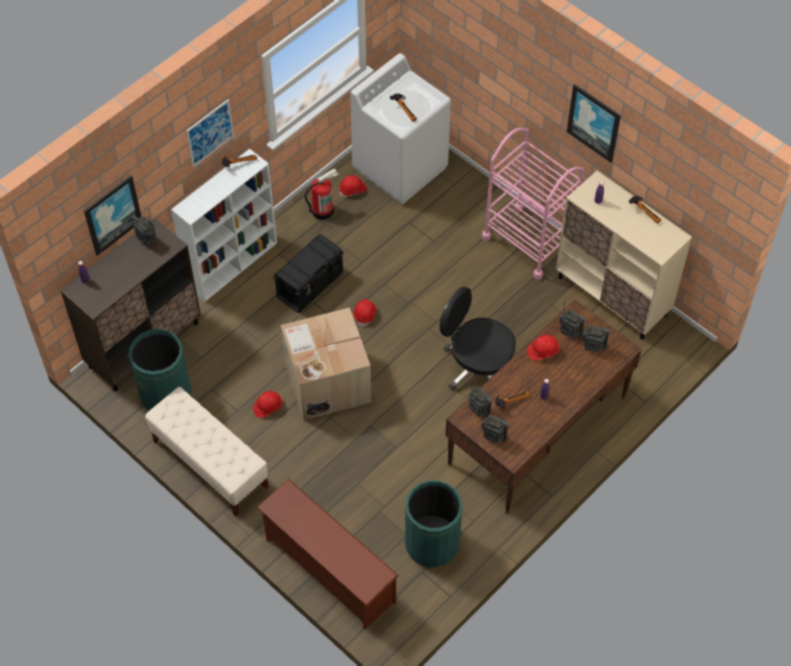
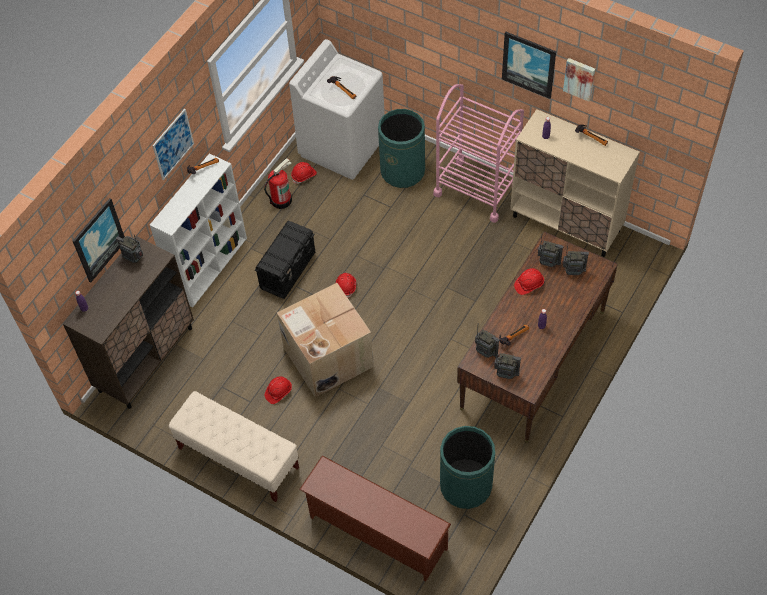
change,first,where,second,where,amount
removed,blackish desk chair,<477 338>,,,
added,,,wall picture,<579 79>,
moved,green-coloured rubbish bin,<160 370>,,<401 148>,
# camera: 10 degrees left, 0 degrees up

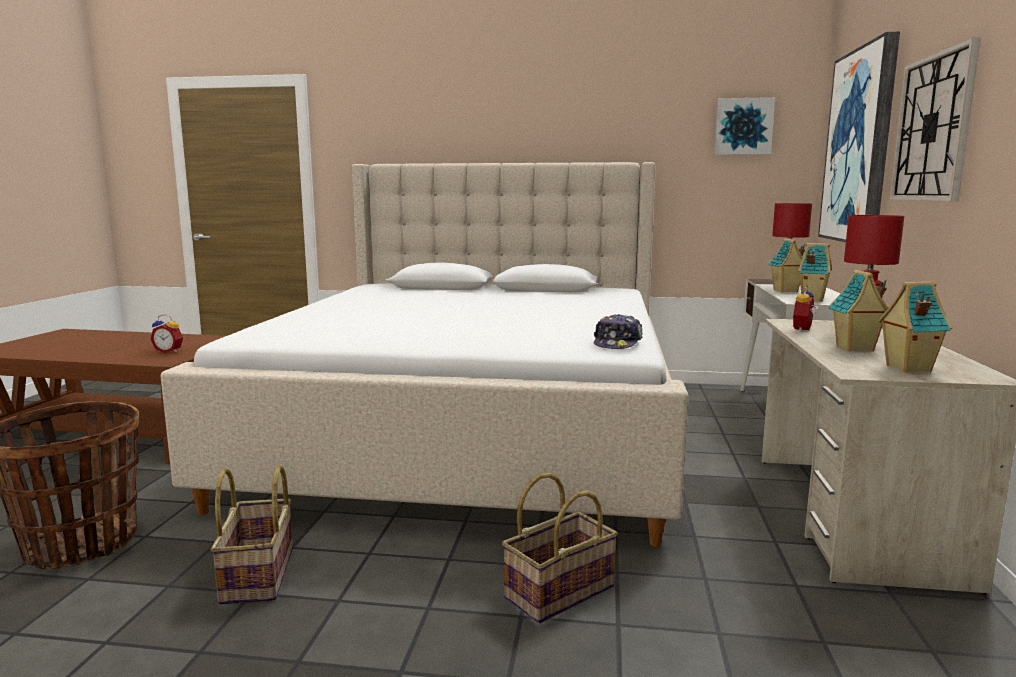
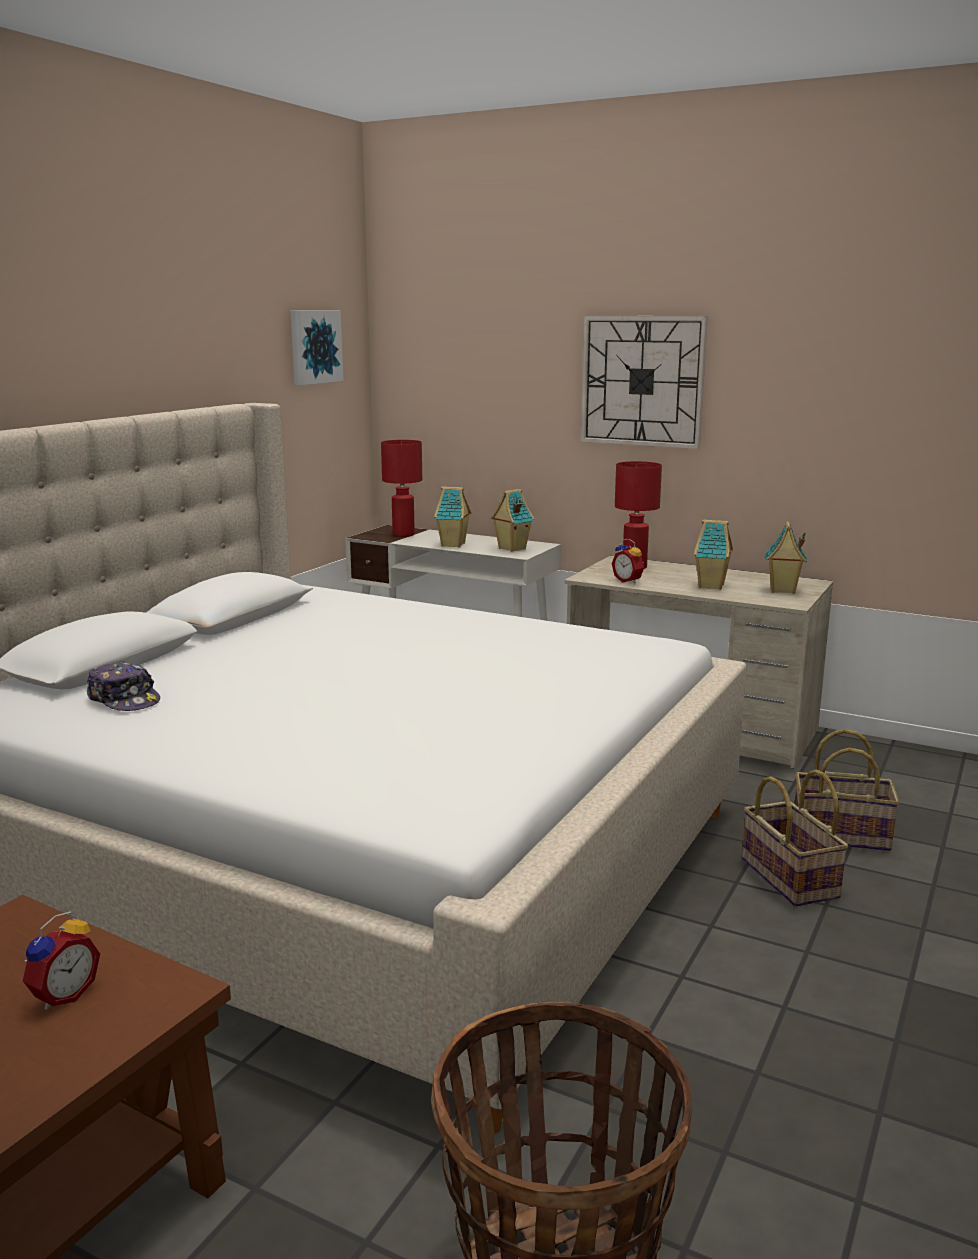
change,first,where,second,where,amount
removed,wall picture,<859 137>,,,
moved,household basket,<252 535>,,<847 790>,
moved,cap,<618 331>,,<123 686>,
# camera: 70 degrees left, 5 degrees up

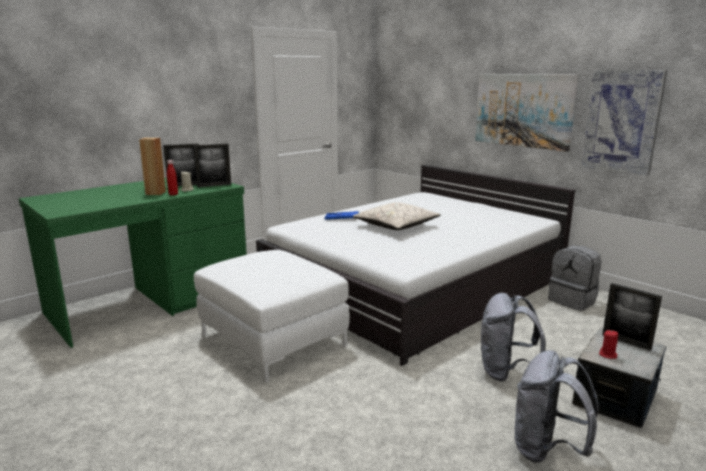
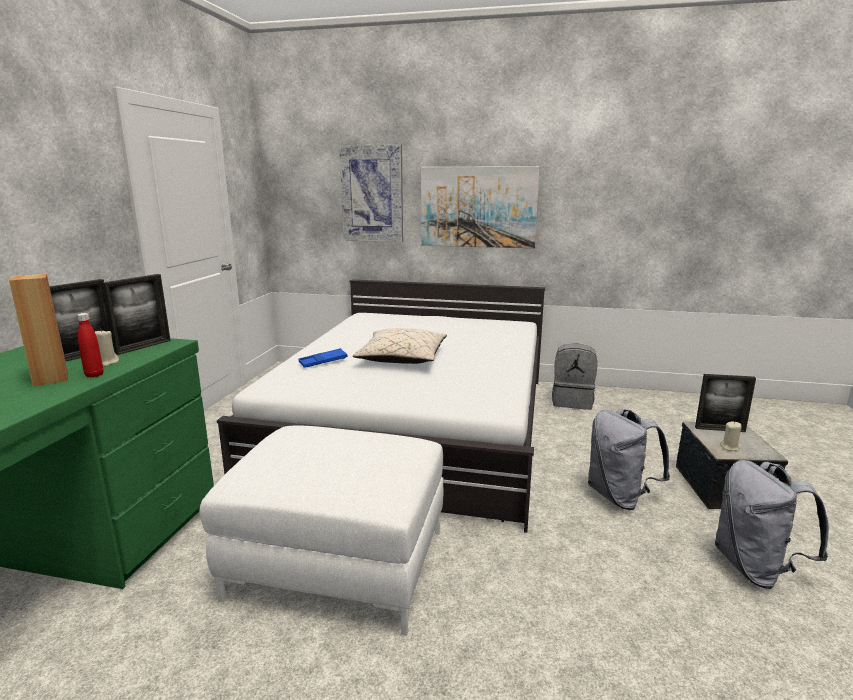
change,first,where,second,where,amount
moved,wall picture,<624 123>,,<371 193>,
recoloured,red-coloured wax light,<608 344>,beige wax light,<731 436>,
# camera: 35 degrees left, 0 degrees up

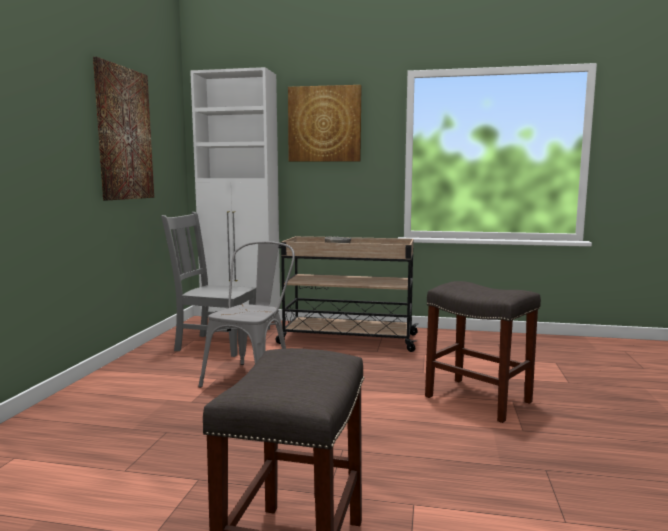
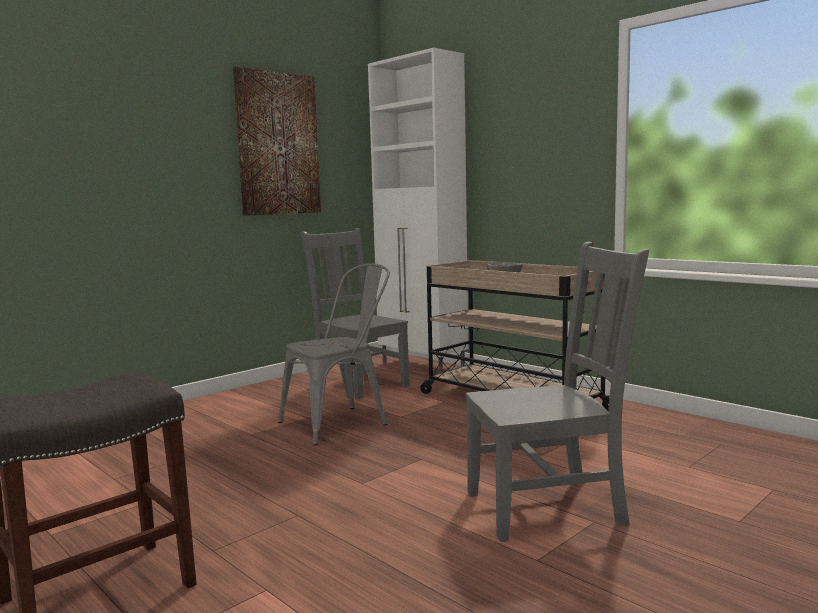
change,first,where,second,where,amount
removed,wall picture,<325 123>,,,
replaced,grey stool,<483 352>,grey chair,<557 392>,
# camera: 35 degrees right, 0 degrees up

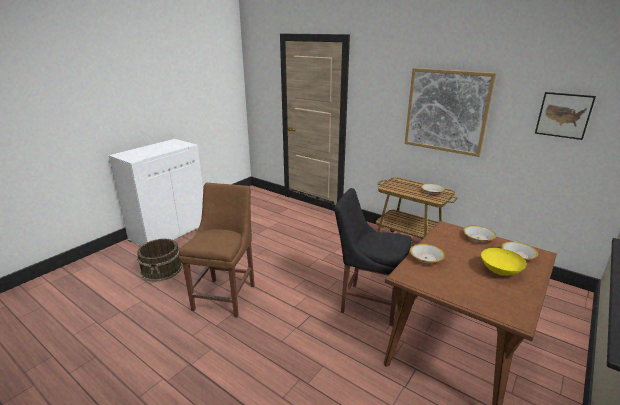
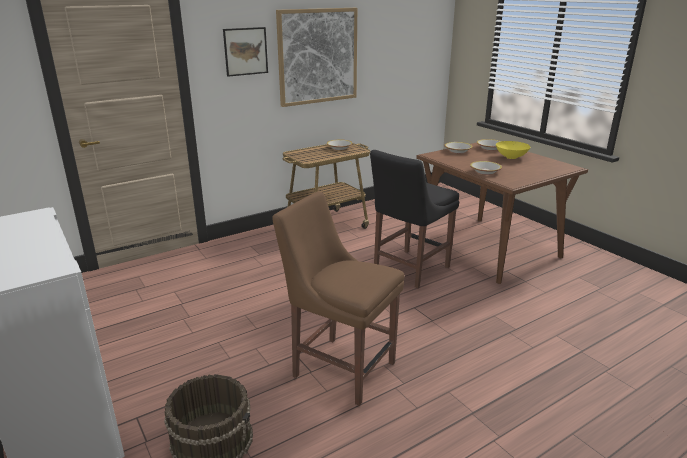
change,first,where,second,where,amount
moved,wall picture,<565 116>,,<245 52>,
# camera: 70 degrees left, 0 degrees up

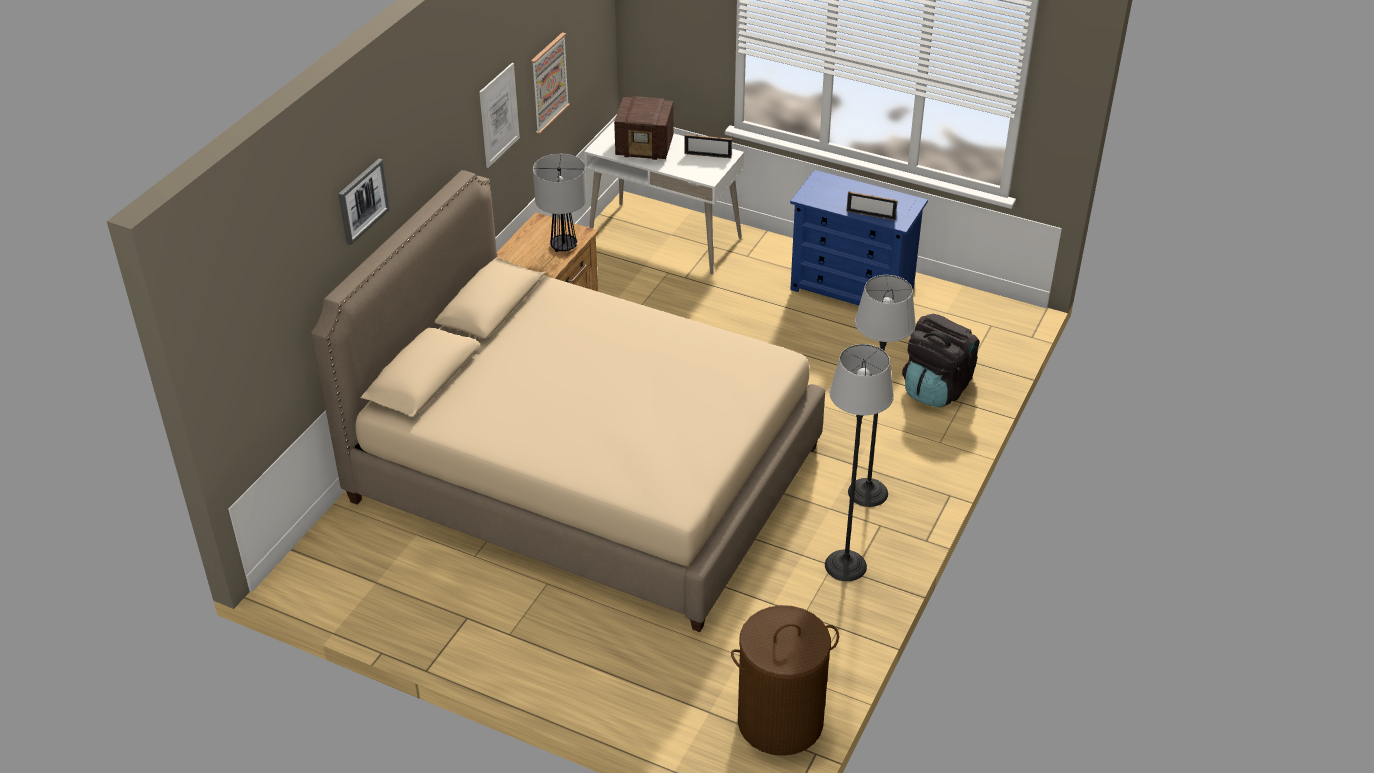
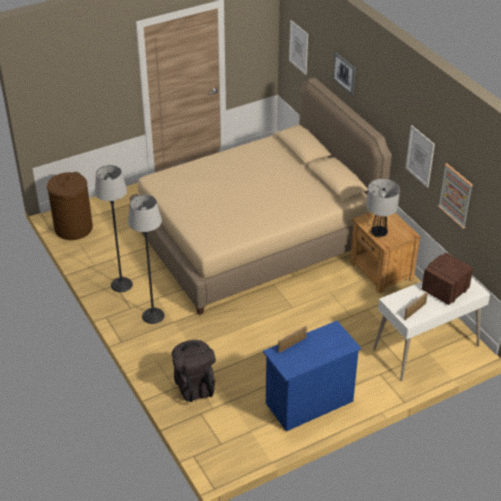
change,first,where,second,where,amount
added,,,wall picture,<298 47>,
# camera: 125 degrees right, 0 degrees up

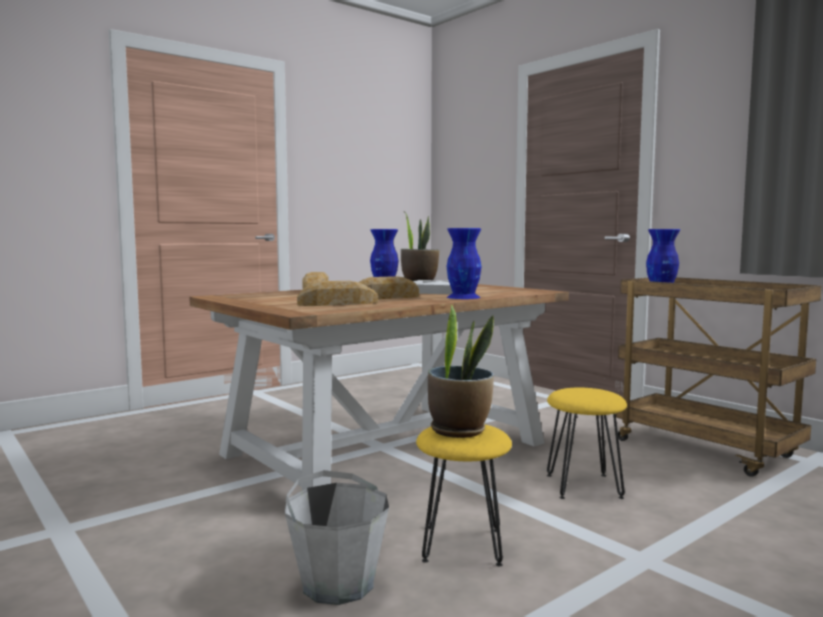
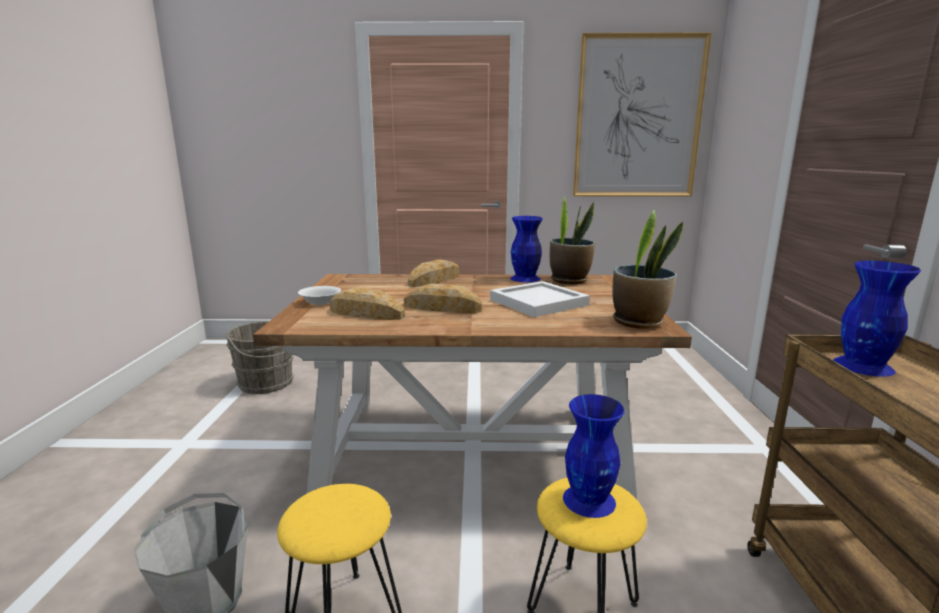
change,first,where,second,where,amount
added,,,grey pail,<260 357>,
added,,,white serving bowl,<319 295>,
added,,,wall picture,<642 114>,
moved,houseplant,<461 371>,,<648 269>,
moved,bluish decorative vase,<463 263>,,<594 456>,
# camera: 40 degrees right, 10 degrees up

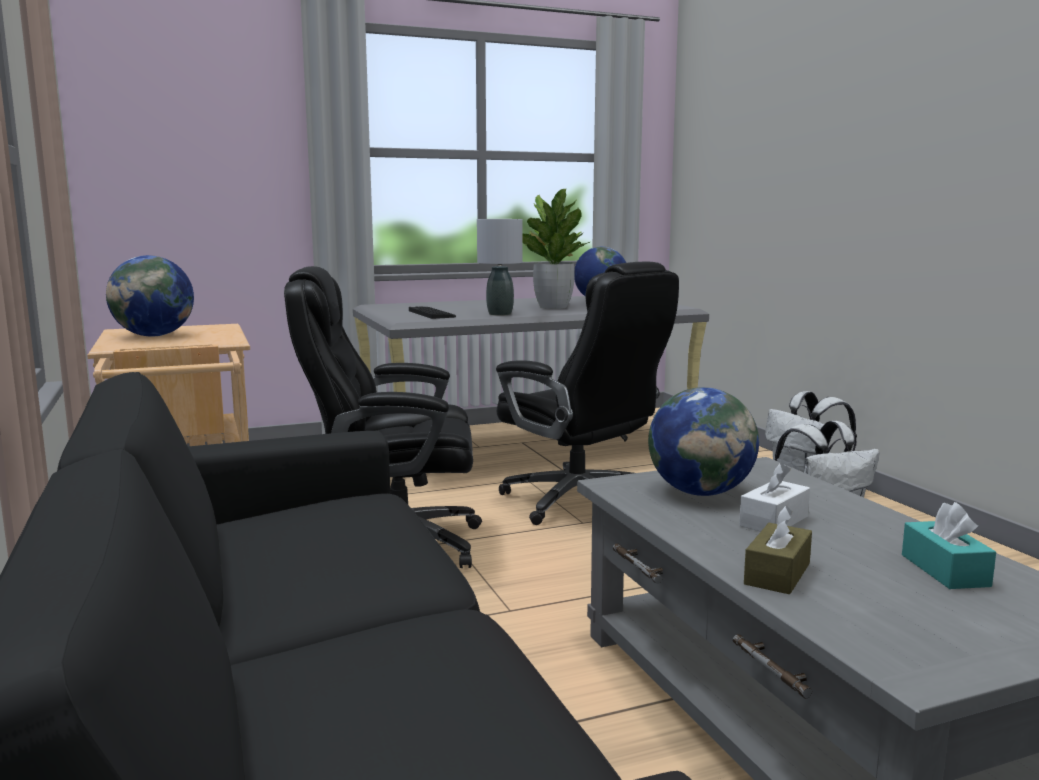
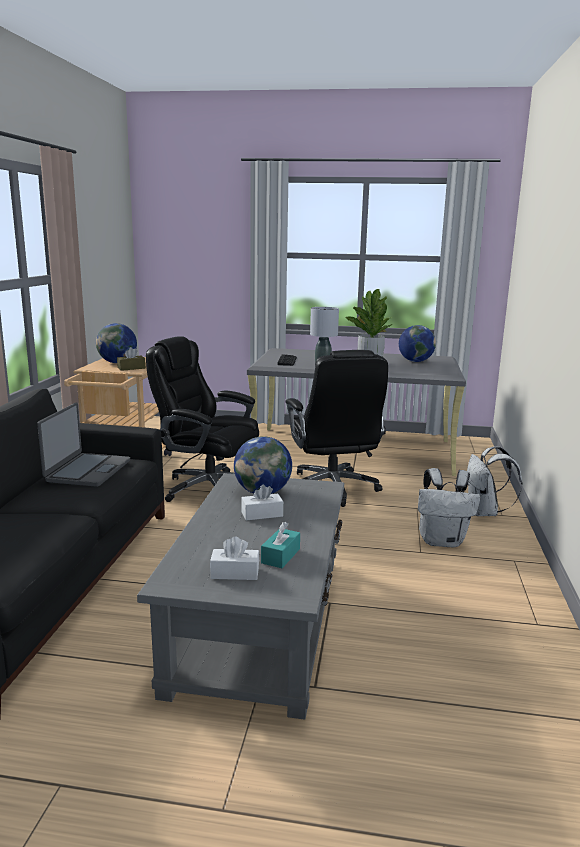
change,first,where,second,where,amount
added,,,notebook computer,<83 444>,
added,,,white tissue holder,<234 558>,
moved,brown tissue holder,<778 550>,,<131 359>,
# camera: 30 degrees right, 5 degrees up

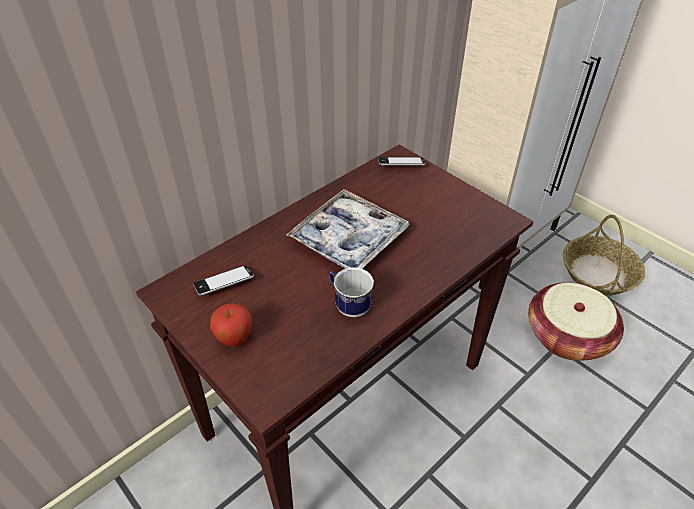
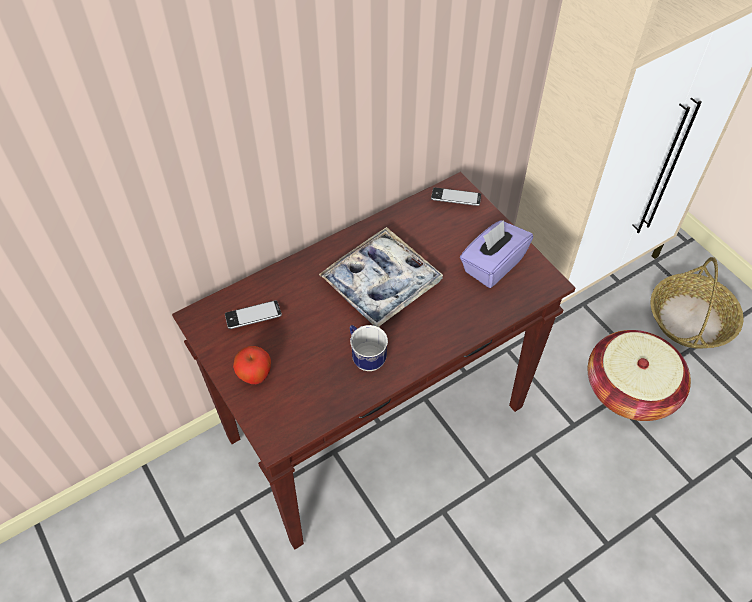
change,first,where,second,where,amount
added,,,purplish tissue holder,<496 254>,
# camera: 10 degrees right, 10 degrees up

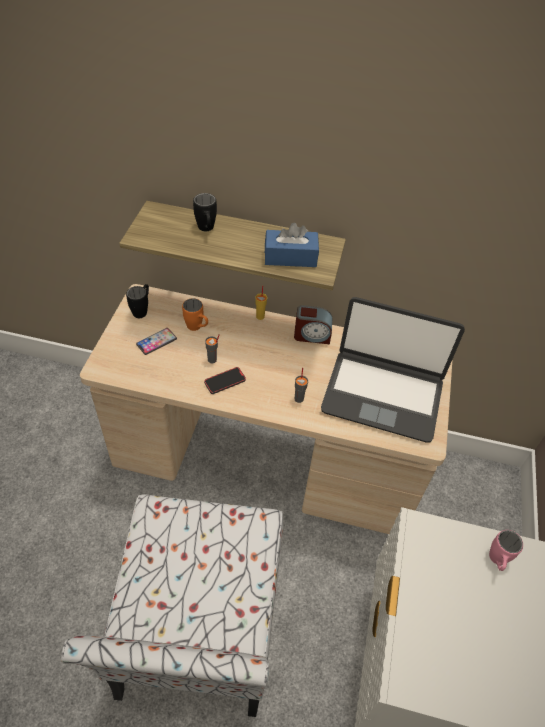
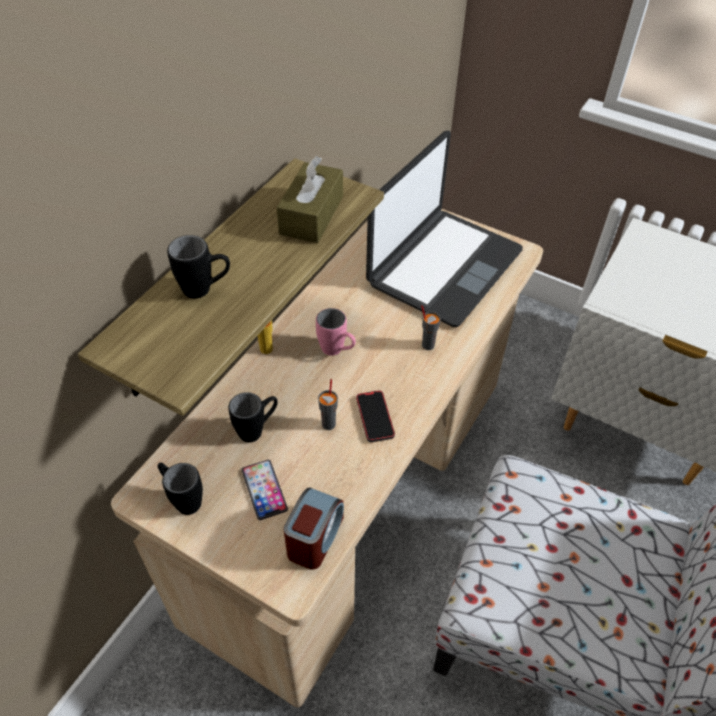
change,first,where,second,where,amount
moved,bedside clock,<313 324>,,<314 529>,
moved,pink-coloured coffee mug,<506 550>,,<336 332>,
recoloured,orange-coloured coffee mug,<195 314>,blackish coffee mug,<253 417>,
recoloured,bluish tissue holder,<292 245>,brown tissue holder,<310 199>,
# camera: 70 degrees left, 0 degrees up

